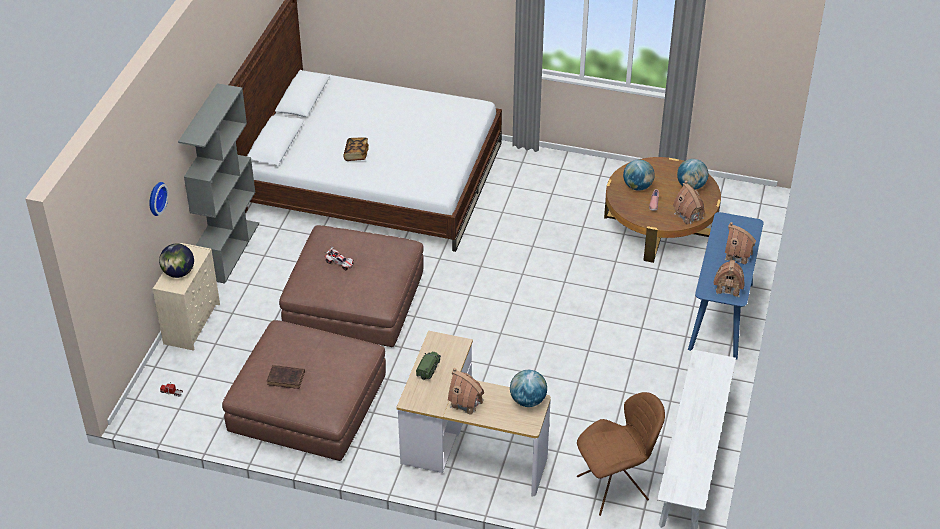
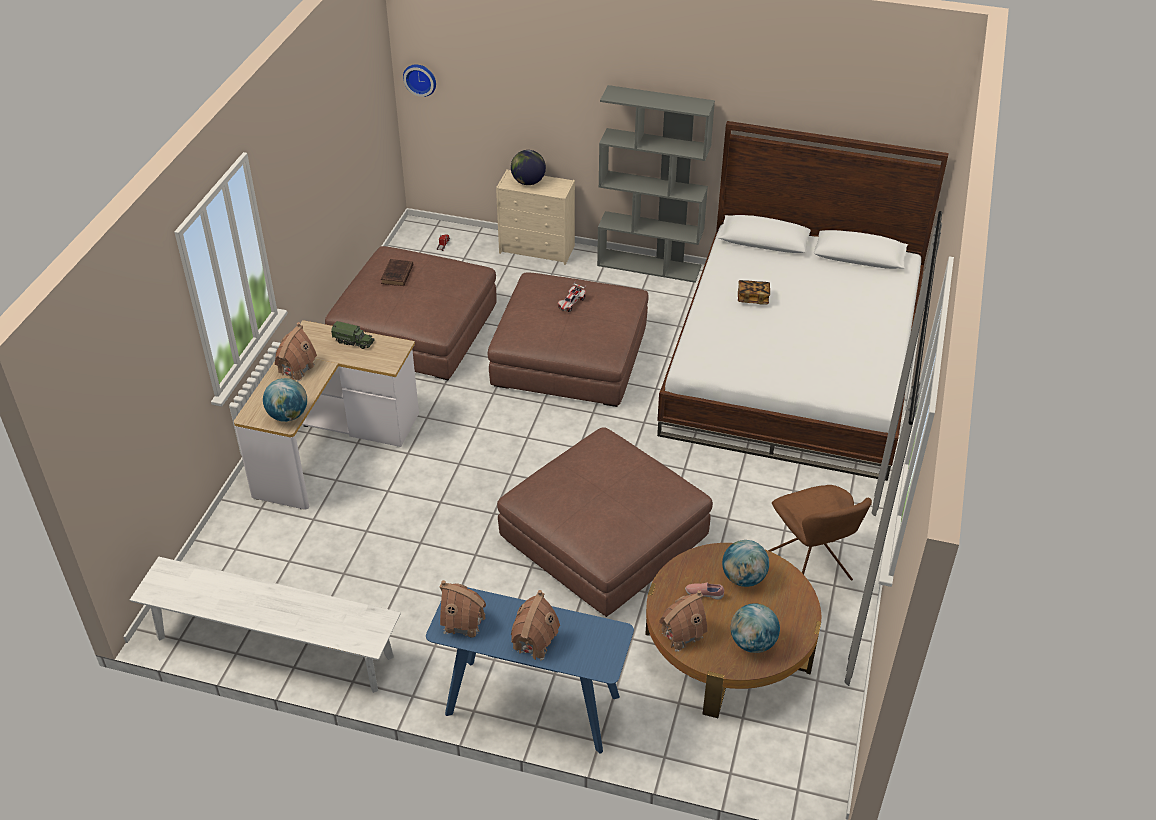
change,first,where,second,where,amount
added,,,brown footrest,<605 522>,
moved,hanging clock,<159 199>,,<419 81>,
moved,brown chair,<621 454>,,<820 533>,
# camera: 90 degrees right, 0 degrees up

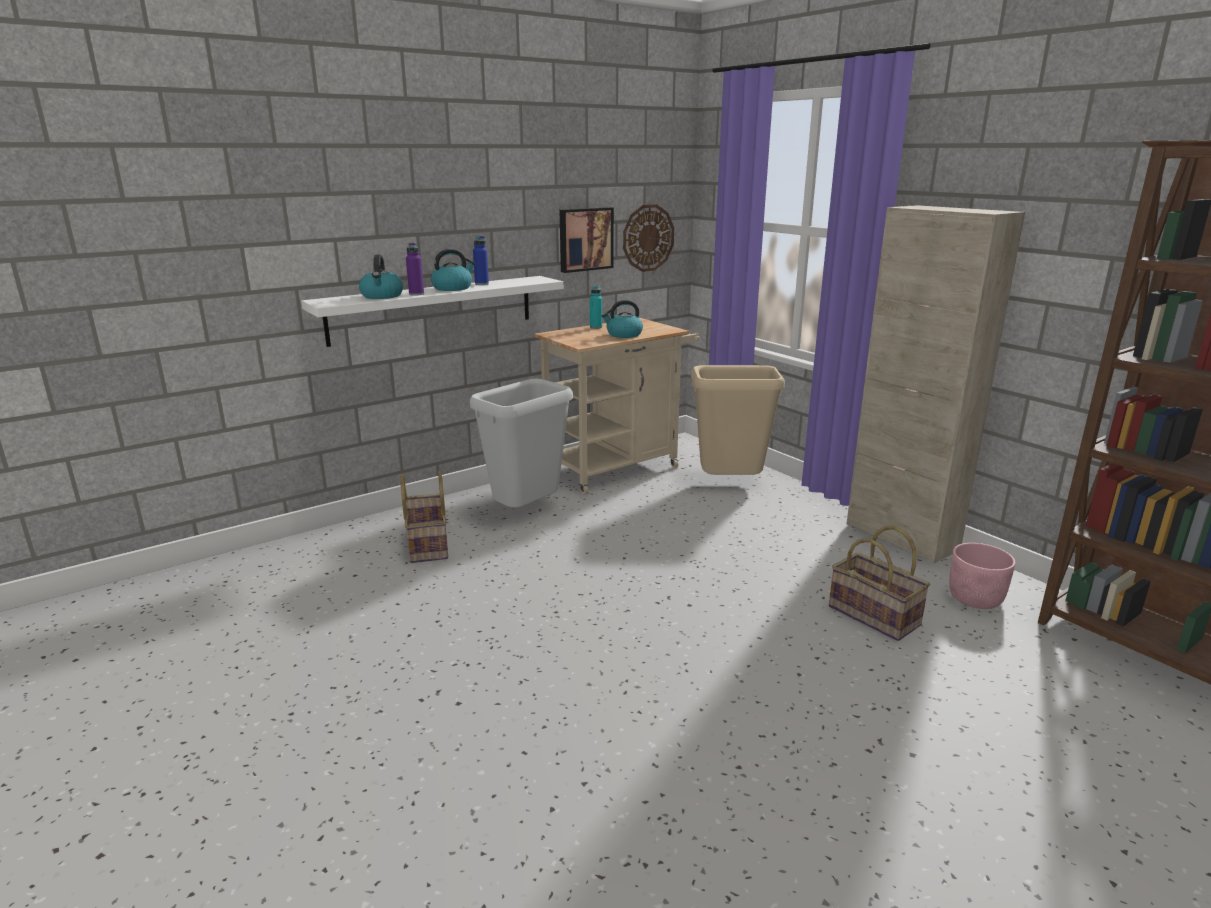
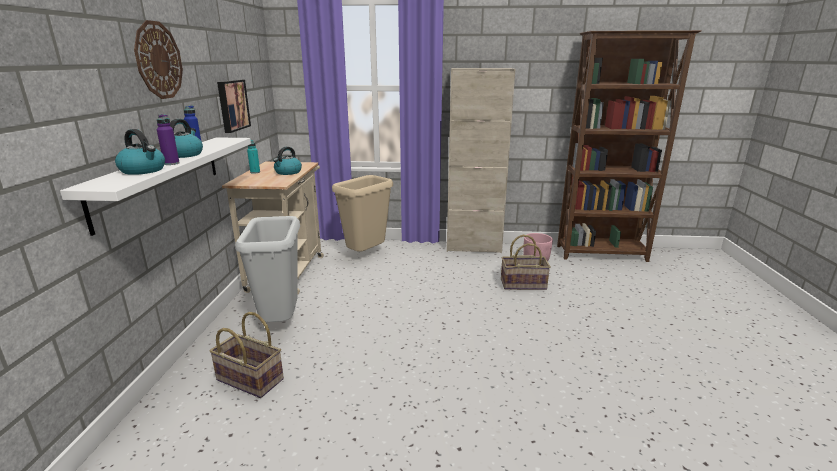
change,first,where,second,where,amount
moved,hanging clock,<648 238>,,<158 59>,
# camera: 50 degrees left, 0 degrees up

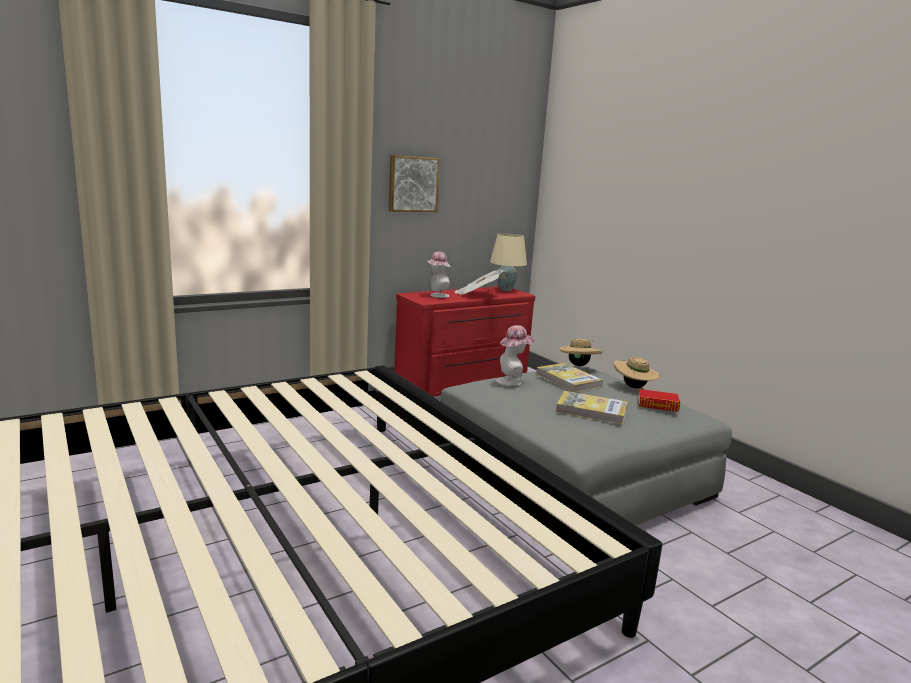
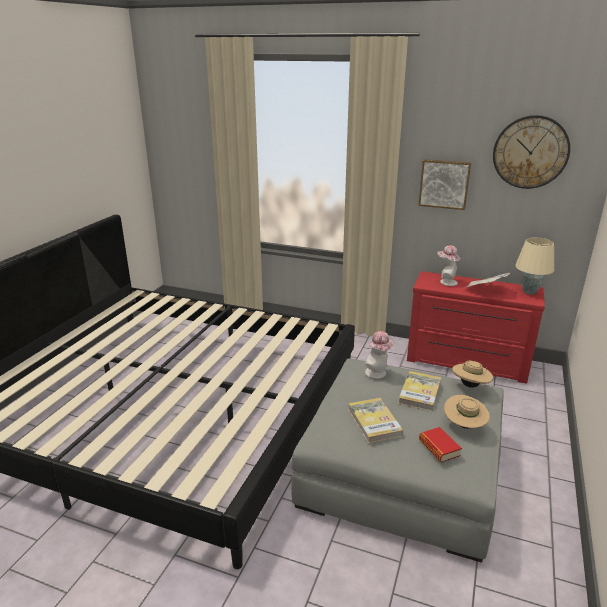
change,first,where,second,where,amount
added,,,hanging clock,<531 152>,
# camera: 55 degrees right, 10 degrees up

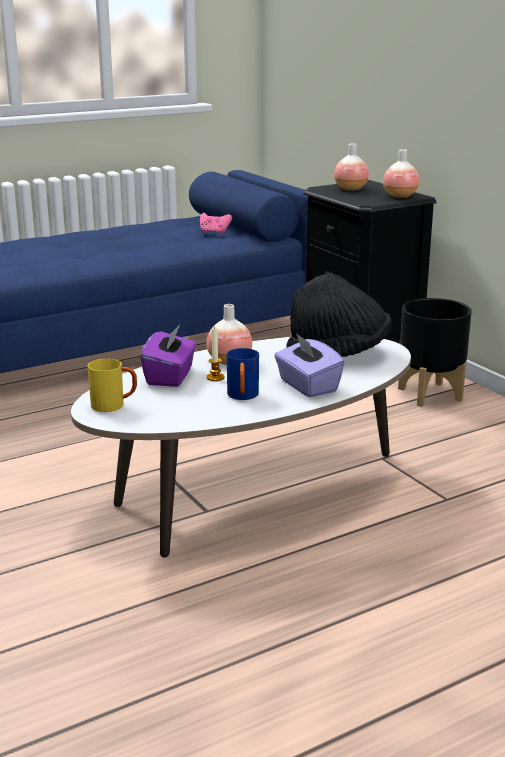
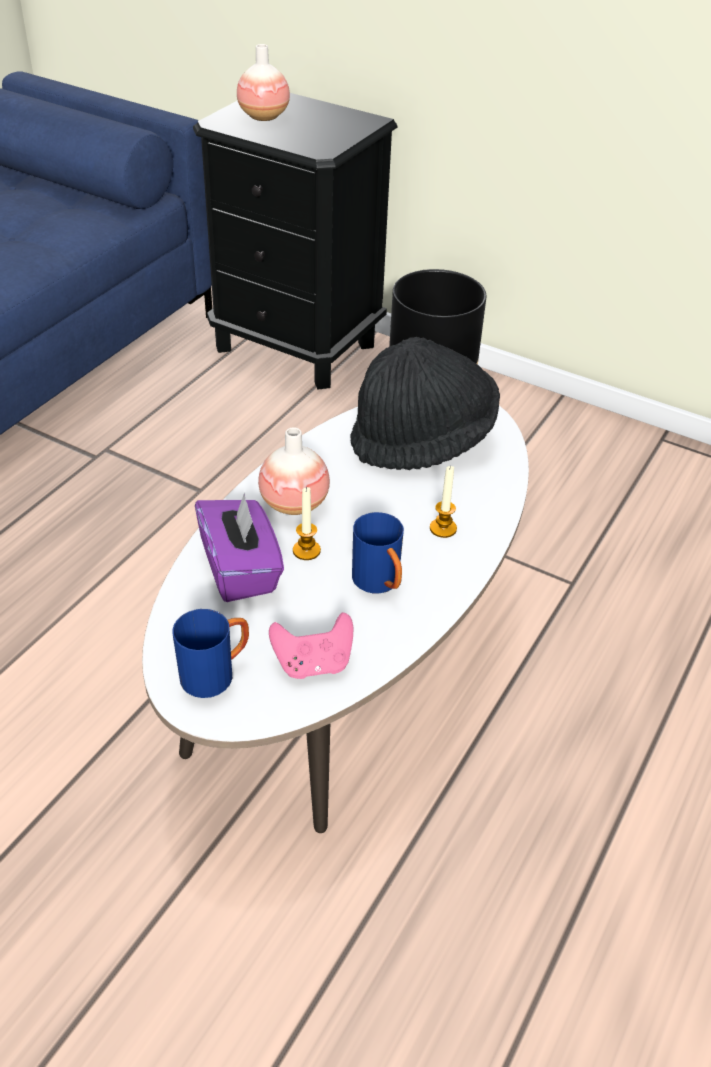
change,first,where,second,where,amount
removed,decorative vase,<401 173>,,,
moved,pink-coloured gamepad,<216 224>,,<311 645>,
replaced,purplish tissue holder,<309 365>,wax light,<443 502>,
recoloured,yellow-coloured coffee mug,<112 385>,bluish coffee mug,<210 653>,
# camera: 30 degrees left, 20 degrees up

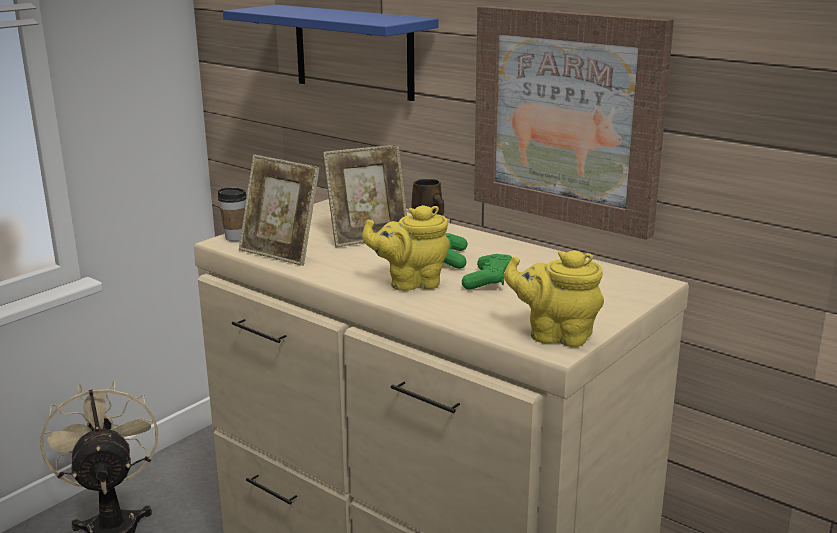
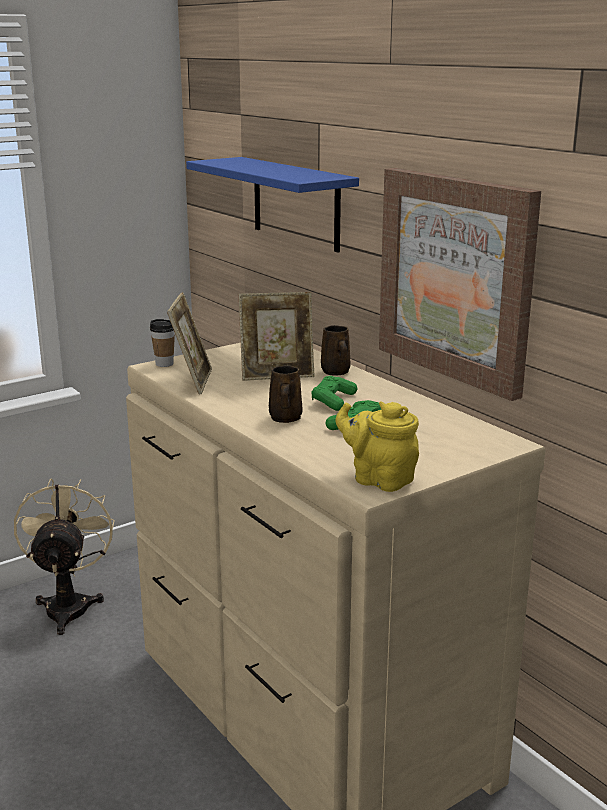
change,first,where,second,where,amount
replaced,yellow-coloured teapot,<406 248>,brown coffee mug,<285 394>,
turned,photo frame,<279 210>,,<189 343>,135 degrees counterclockwise
# camera: 15 degrees right, 0 degrees up

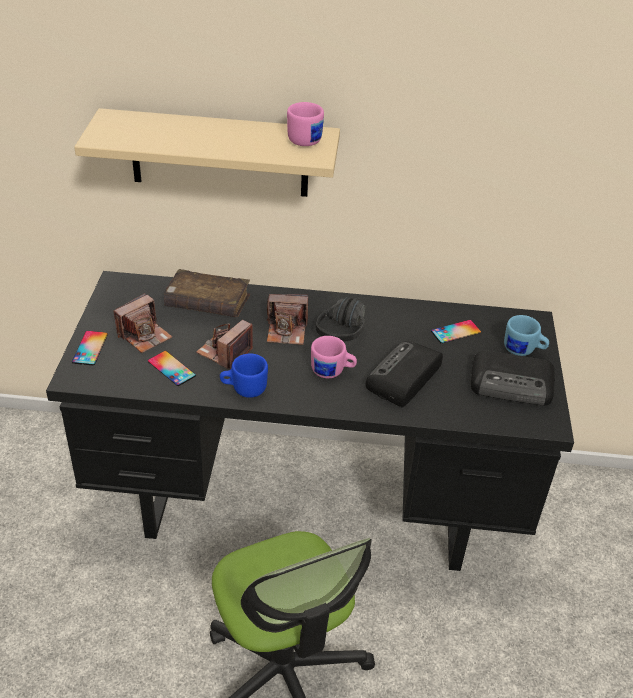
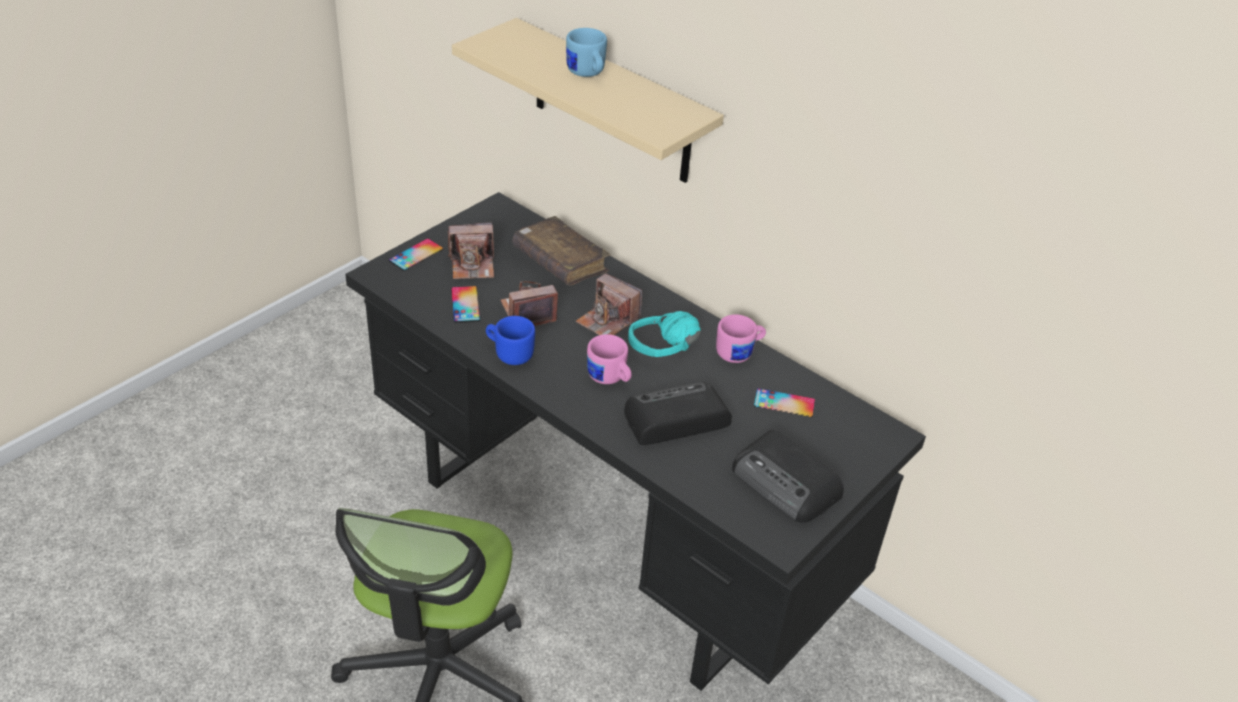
change,first,where,second,where,amount
moved,pink-coloured coffee mug,<305 124>,,<741 338>,
moved,bluish coffee mug,<526 335>,,<586 52>,
recoloured,blackish headphones,<341 319>,turquoise-coloured headphones,<664 334>,
# camera: 35 degrees right, 0 degrees up

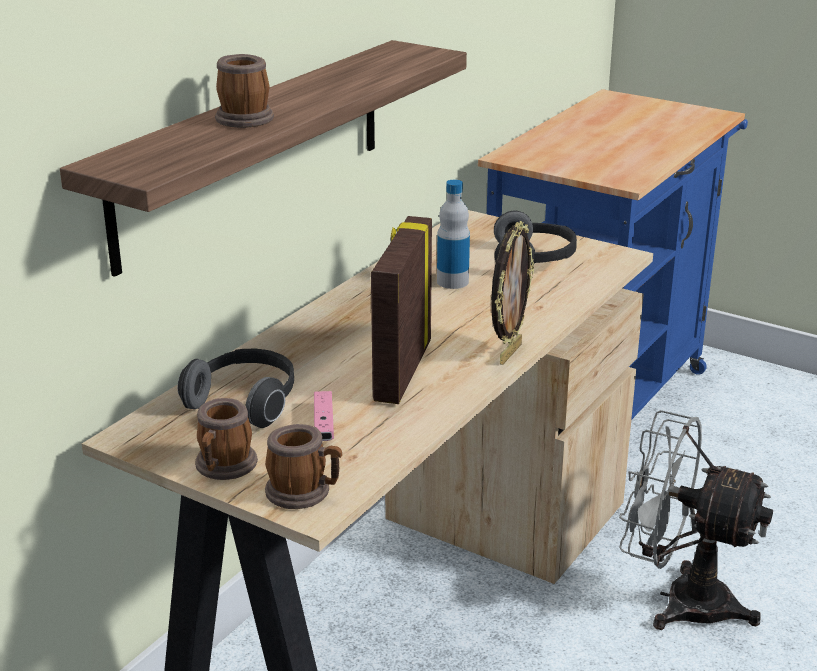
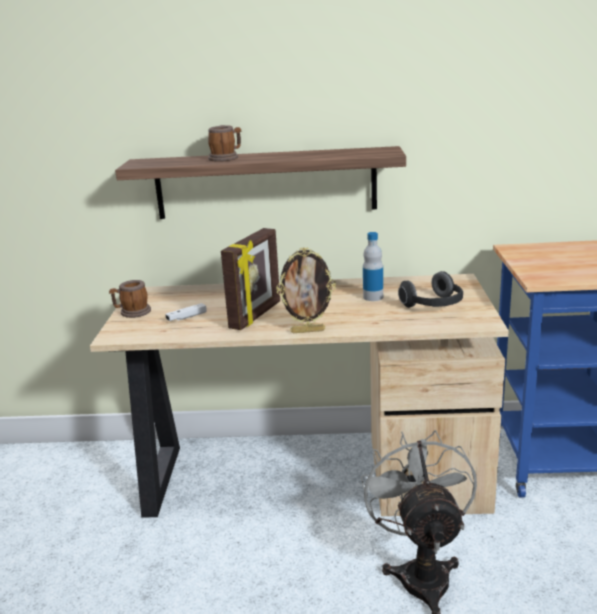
change,first,where,second,where,amount
removed,headphones,<236 388>,,,
removed,coffee mug,<303 466>,,,
recoloured,pink-coloured gamepad,<324 416>,white gamepad,<186 312>,
turned,photo frame,<401 310>,,<250 279>,135 degrees clockwise
# camera: 60 degrees right, 5 degrees down

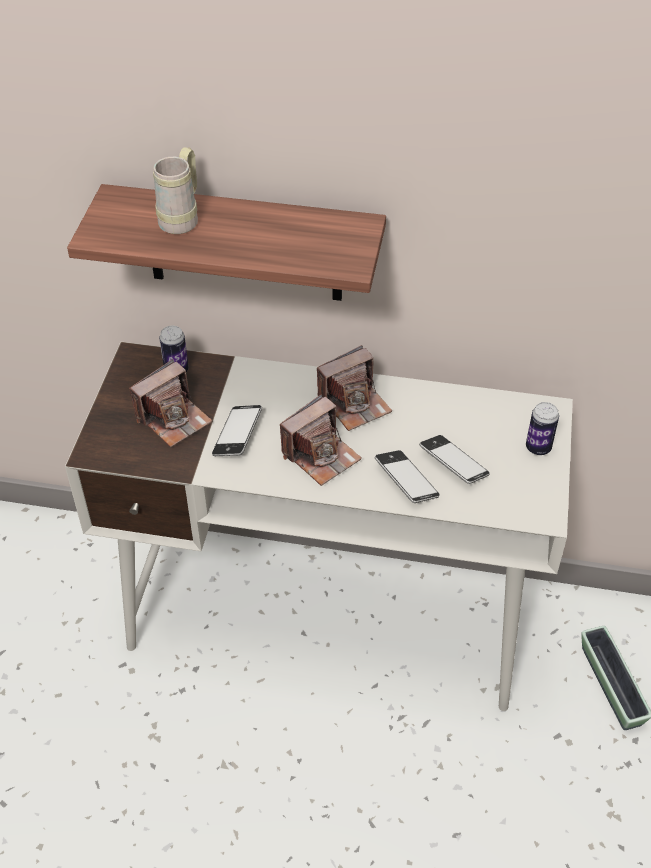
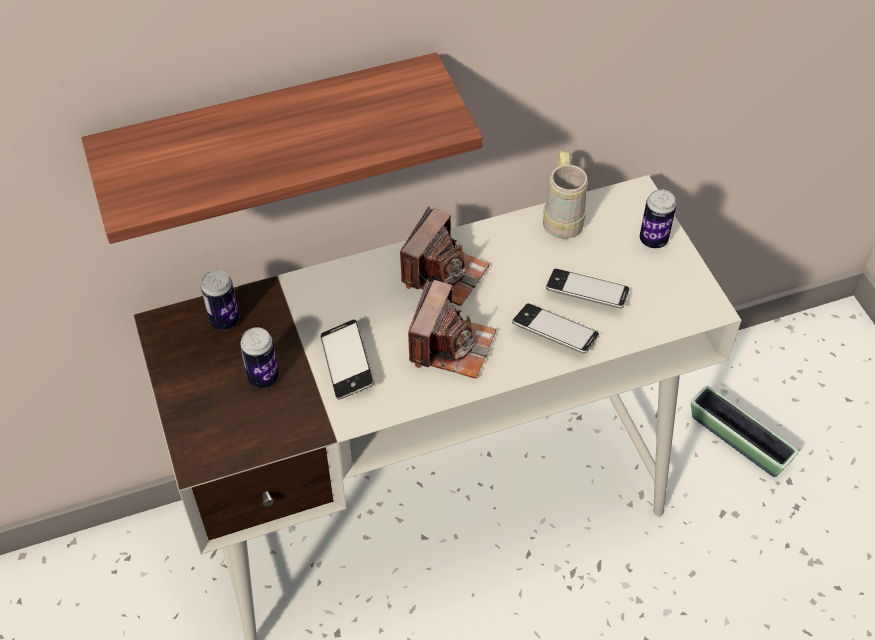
change,first,where,second,where,amount
moved,beige coffee mug,<175 190>,,<565 194>,
replaced,still camera,<170 403>,can,<259 357>,
# camera: 30 degrees left, 5 degrees up

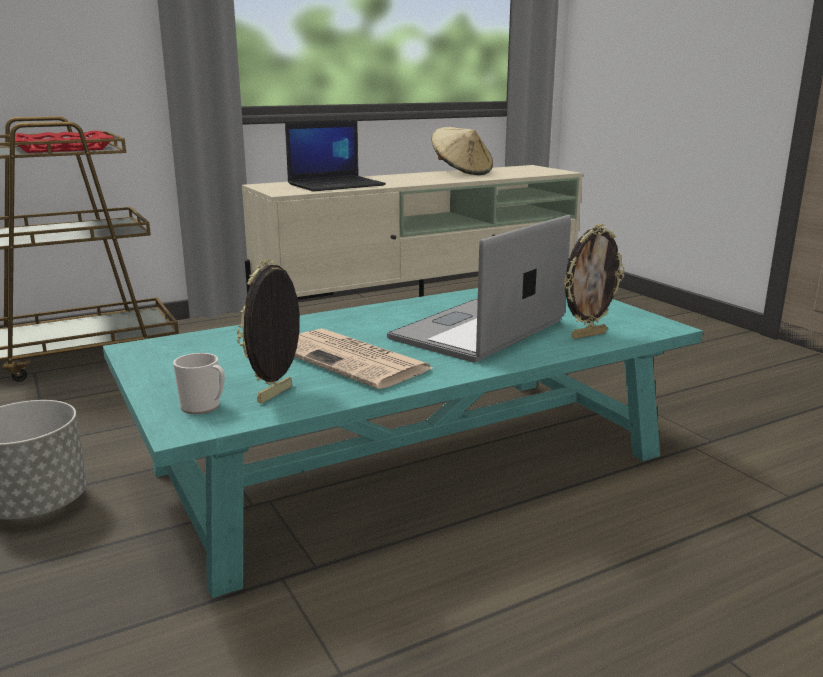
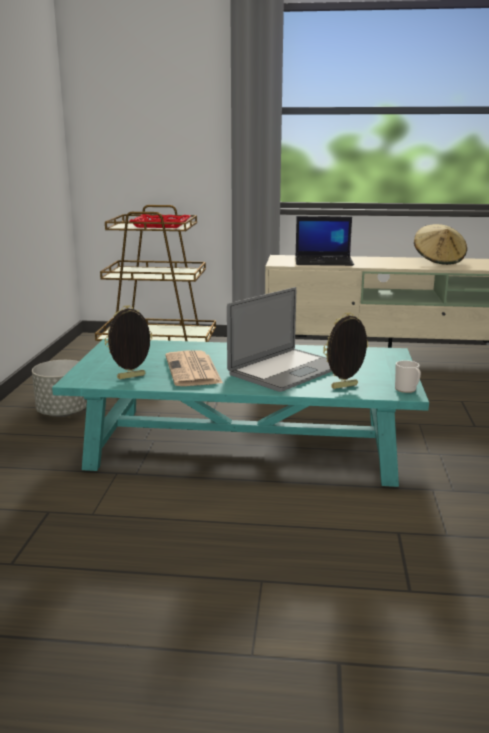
change,first,where,second,where,amount
moved,coffee mug,<199 383>,,<408 376>,
turned,notebook computer,<479 289>,,<279 339>,150 degrees clockwise
turned,photo frame,<594 281>,,<346 350>,150 degrees clockwise
# camera: 35 degrees right, 0 degrees up

